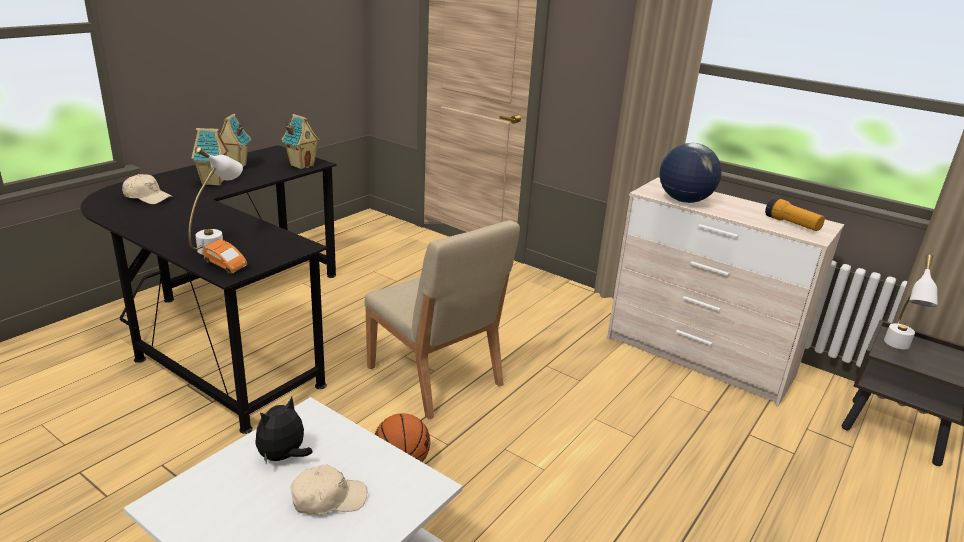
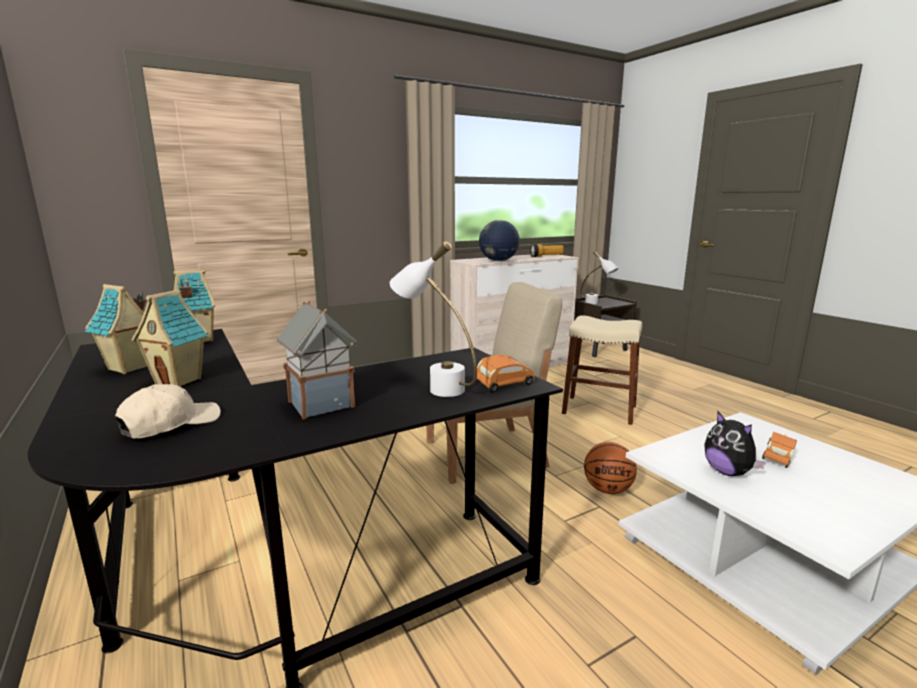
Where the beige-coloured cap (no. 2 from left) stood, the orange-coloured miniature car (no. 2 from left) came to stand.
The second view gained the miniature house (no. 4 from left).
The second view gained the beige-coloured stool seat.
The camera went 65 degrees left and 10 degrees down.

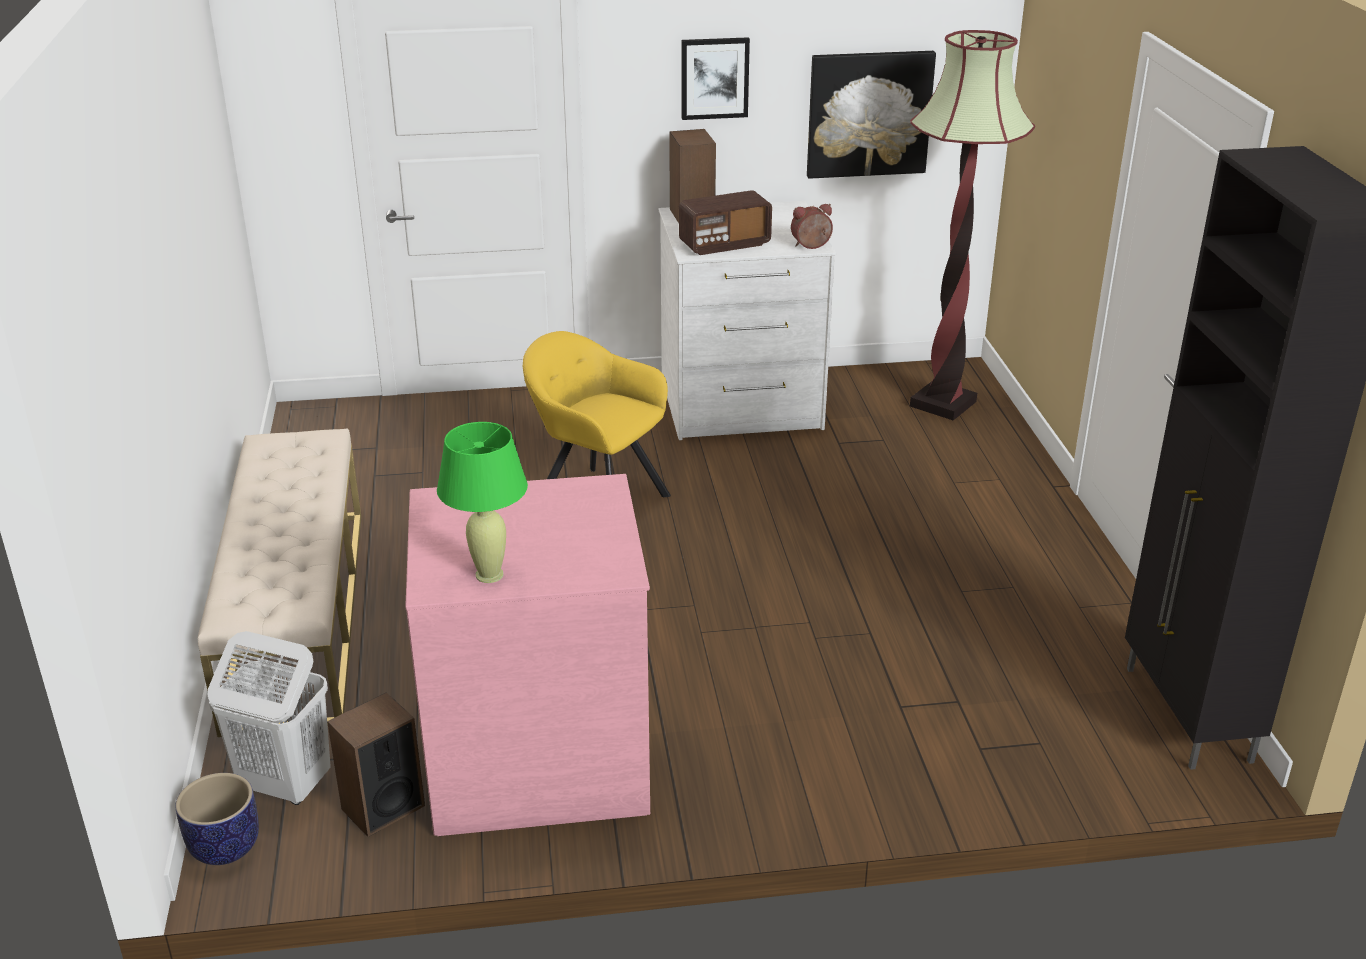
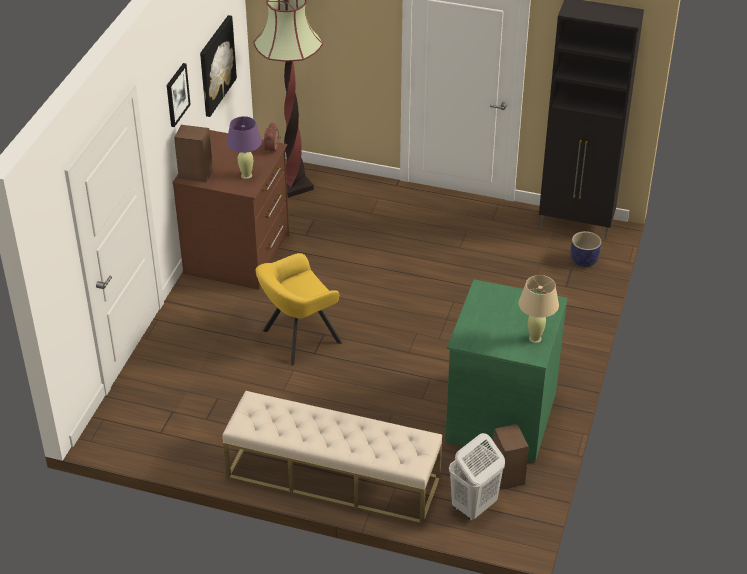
Where the radio set stood, the purple tabletop lamp came to stand.
What was the white-coloured chest of drawers turned into the brown chest of drawers.
What was the green-coloured tabletop lamp turned into the beige-coloured tabletop lamp.
What was the pink-coloured chest of drawers turned into the green-coloured chest of drawers.
The plant pot ended up elsewhere.
The camera went 65 degrees left and 10 degrees up.

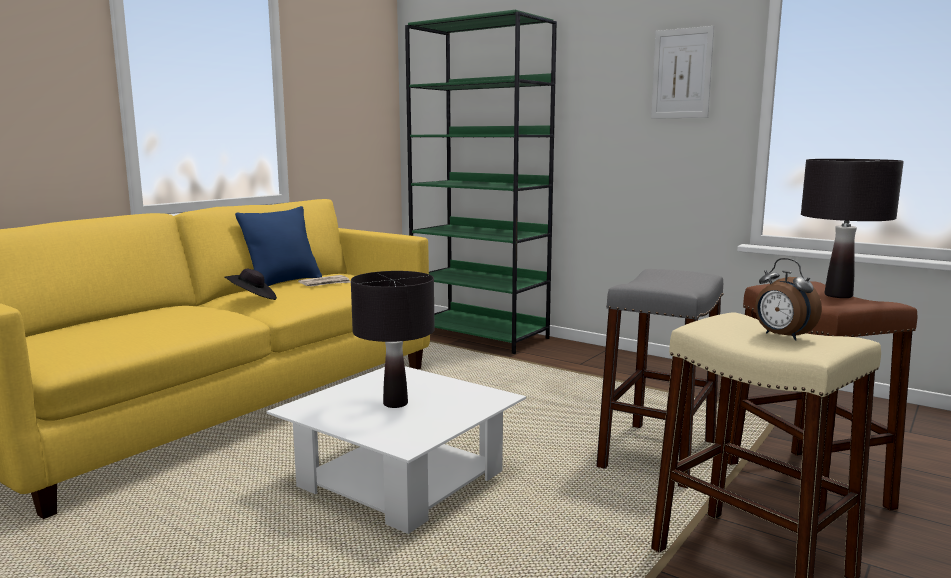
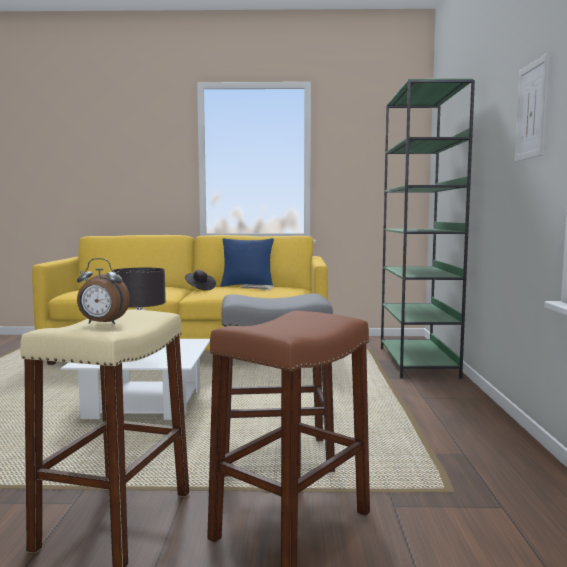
The second view lost the blackish tabletop lamp (no. 2 from left).
The bedside clock ended up facing another way, 105 degrees counterclockwise from before.
The camera went 55 degrees right and 5 degrees down.

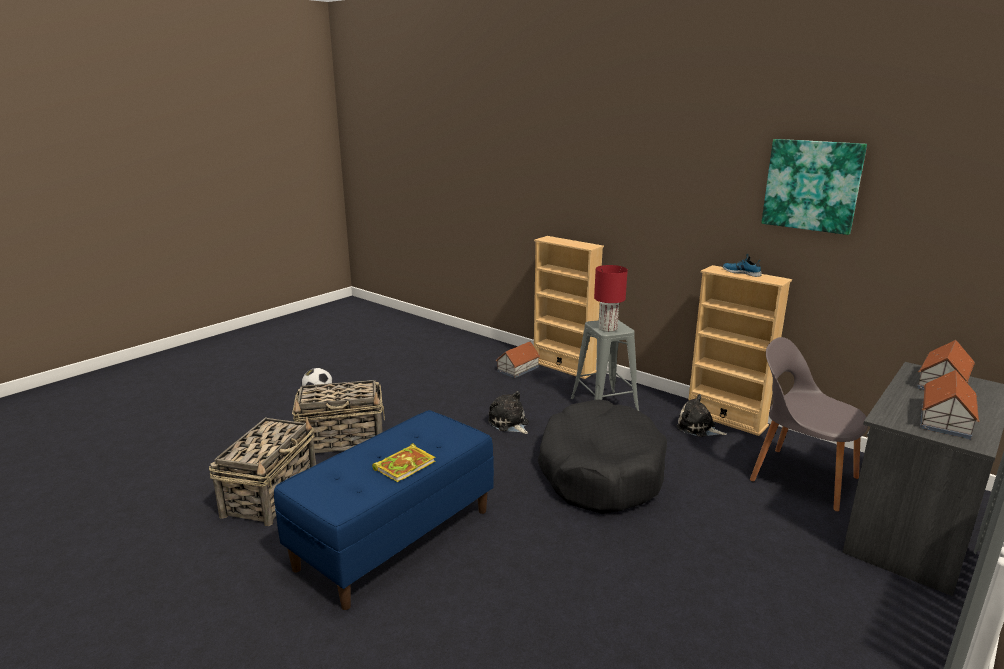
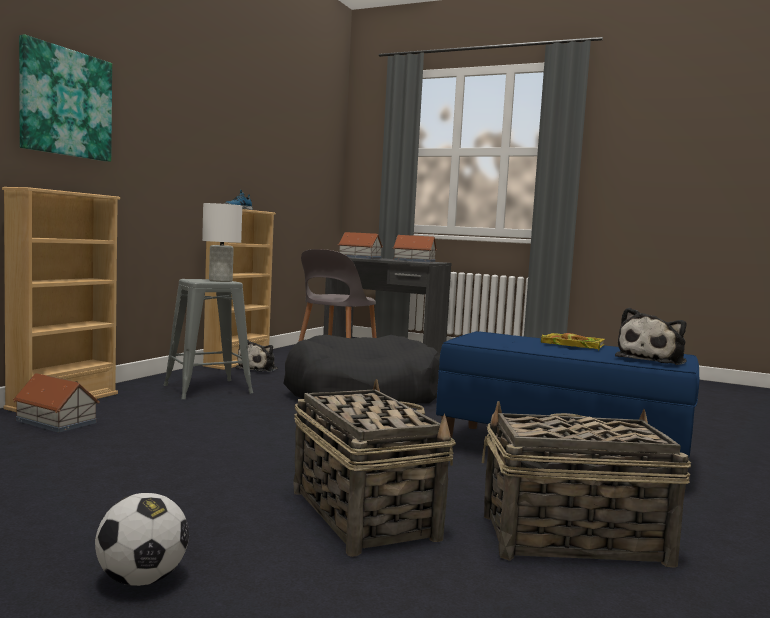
The picture ended up elsewhere.
What was the reddish tabletop lamp turned into the white-coloured tabletop lamp.
The plush toy (no. 1 from left in the first image) ended up elsewhere.
The camera went 105 degrees left and 15 degrees down.

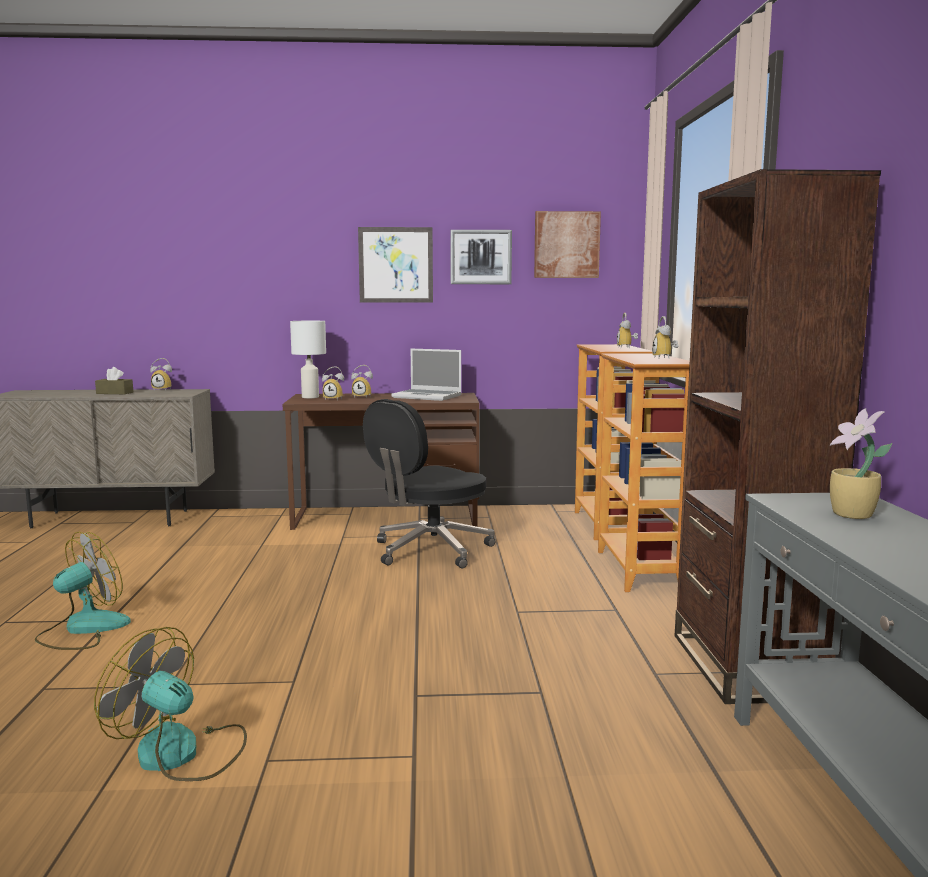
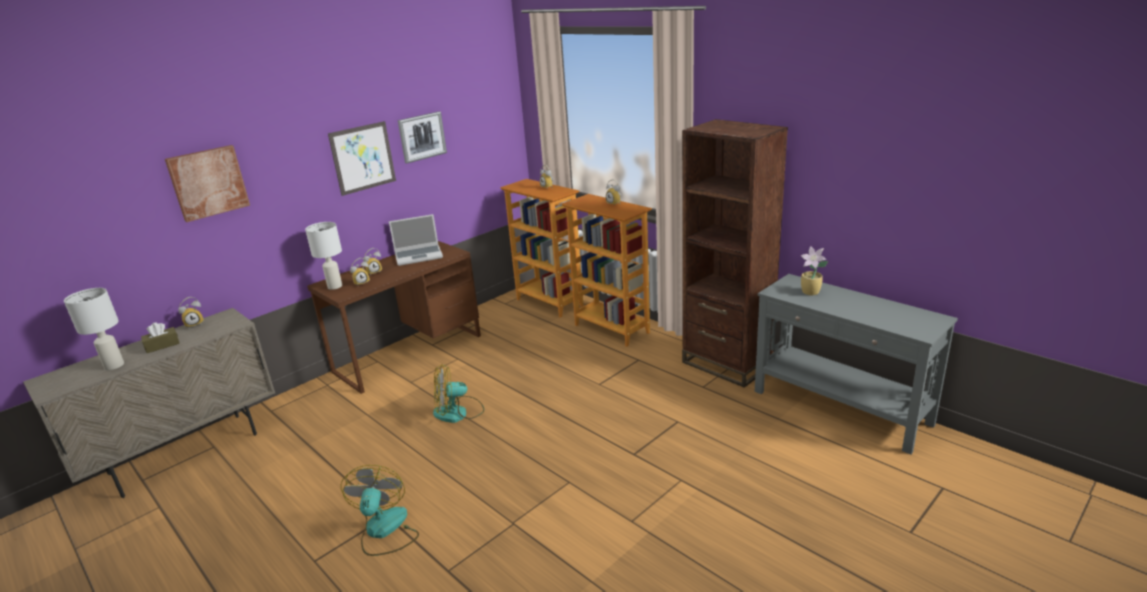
The picture (no. 3 from left in the first image) ended up elsewhere.
The second view lost the blackish desk chair.
The cooling fan (no. 2 from left) ended up elsewhere.
The second view gained the white-coloured tabletop lamp (no. 1 from left).
The camera went 40 degrees left and 15 degrees up.

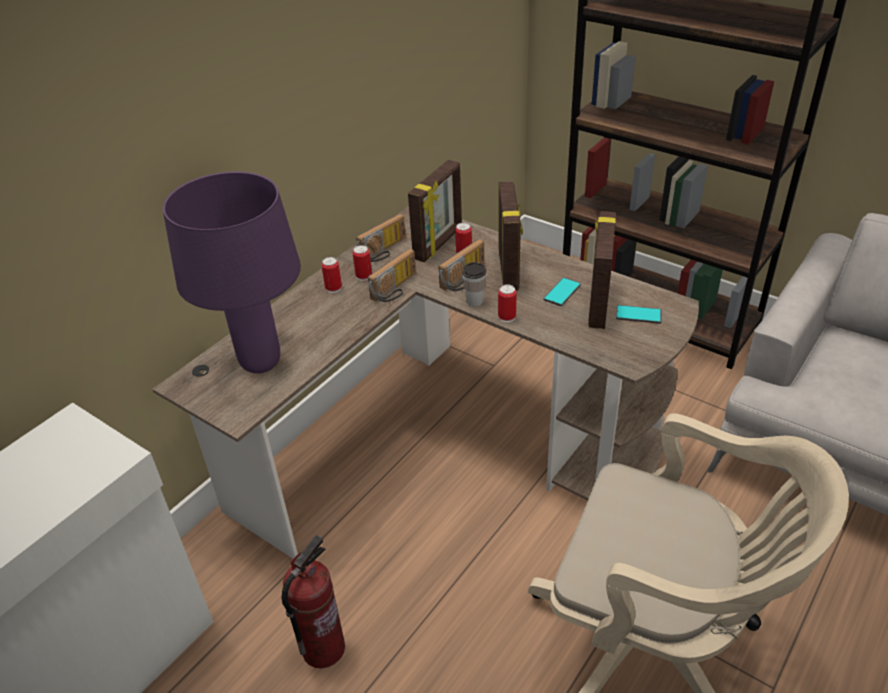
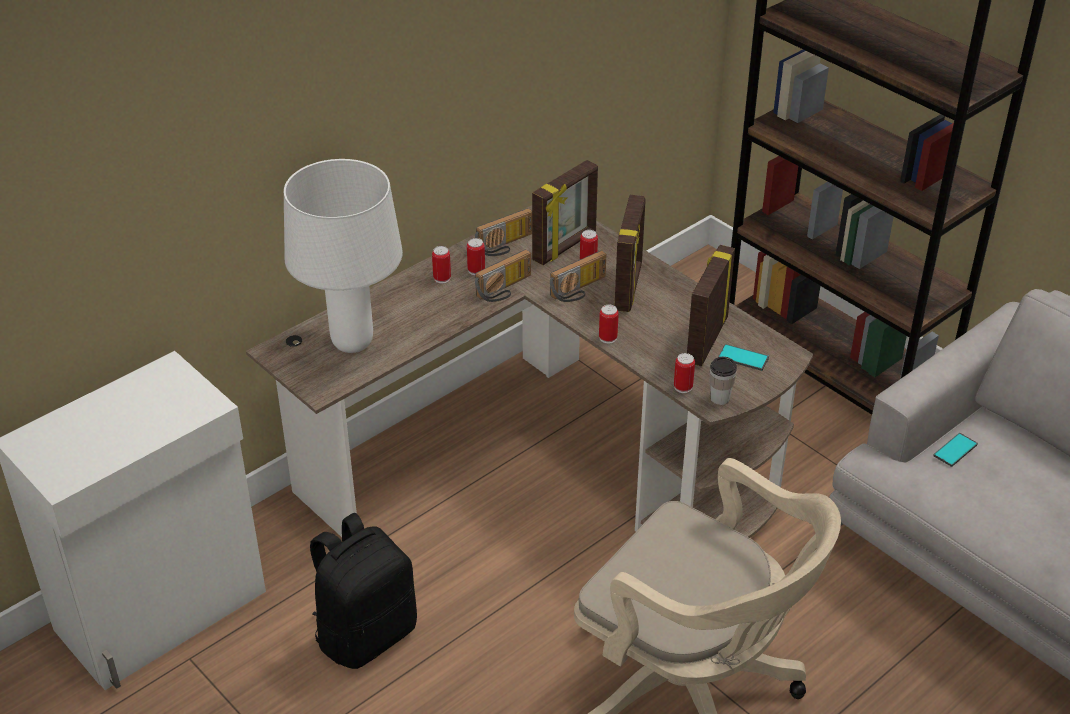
What was the purple tabletop lamp turned into the white-coloured tabletop lamp.
The drinking cup ended up elsewhere.
The telephone (no. 1 from left in the first image) ended up elsewhere.
Where the fire-fighting cylinder stood, the blackish backpack came to stand.
The second view gained the metal can (no. 5 from left).
The camera went 10 degrees right and 0 degrees up.

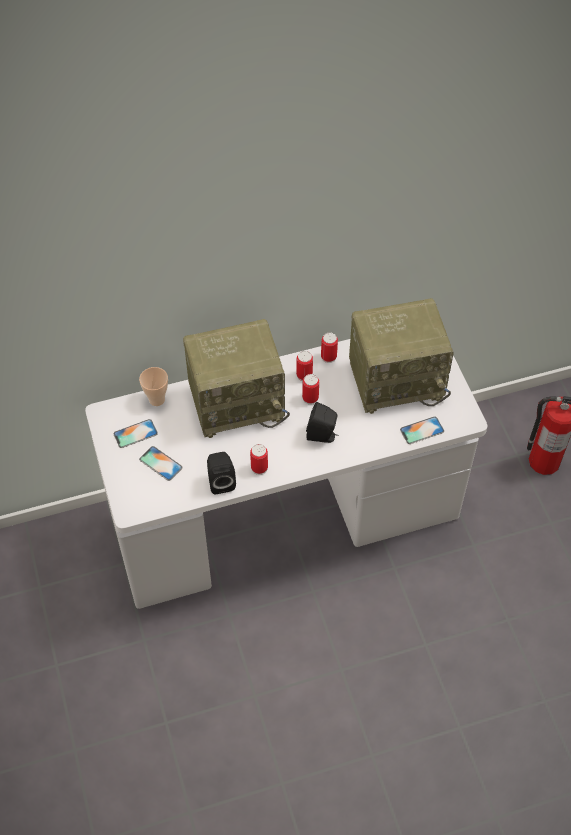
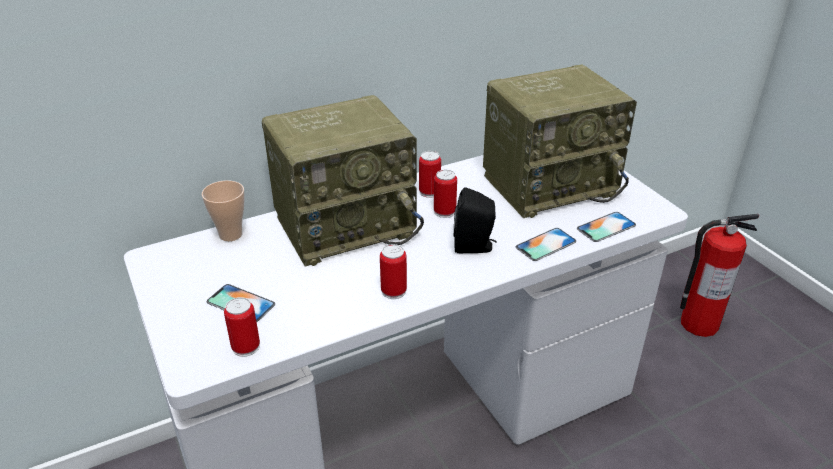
The metal can (no. 4 from left in the first image) ended up elsewhere.
The telephone (no. 1 from left in the first image) ended up elsewhere.
The second view lost the blackish audio speaker (no. 1 from left).
The camera went 10 degrees left and 20 degrees down.

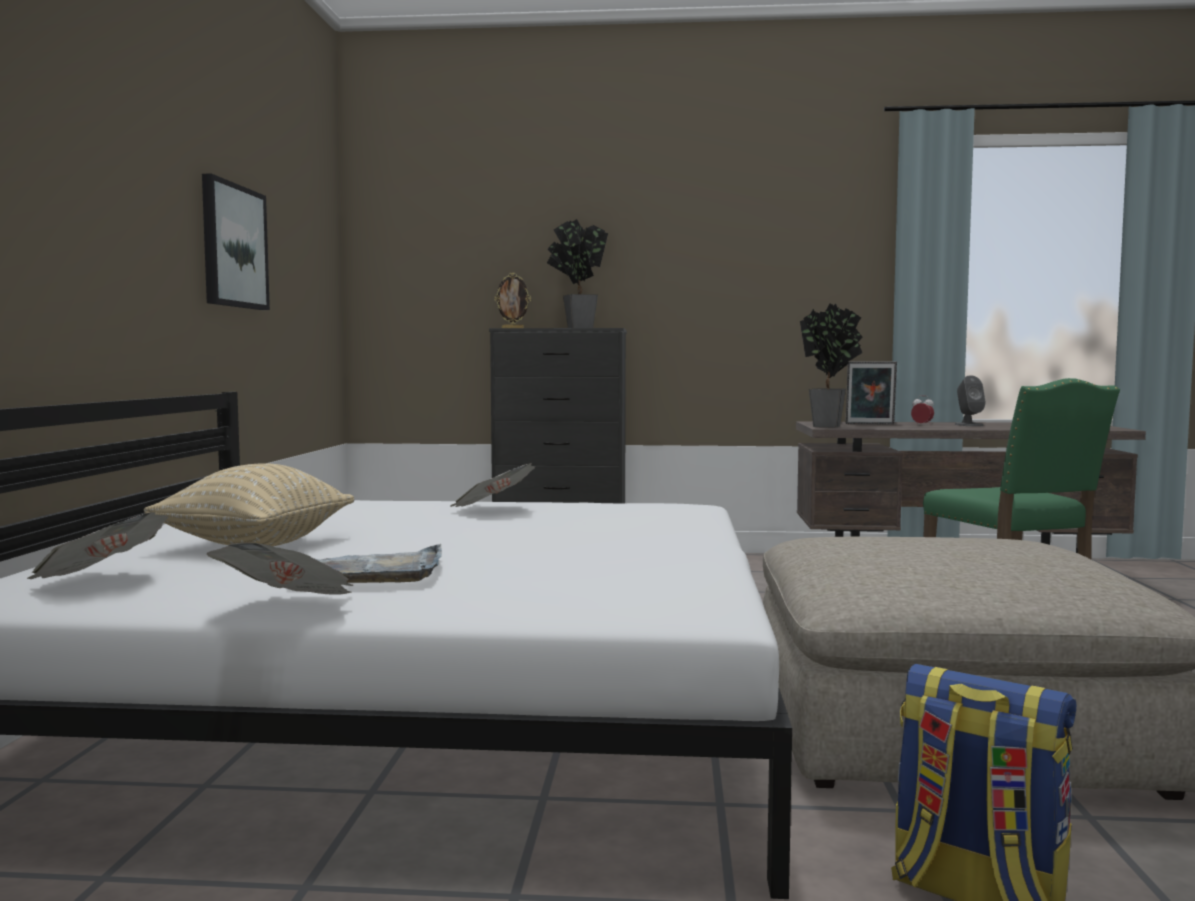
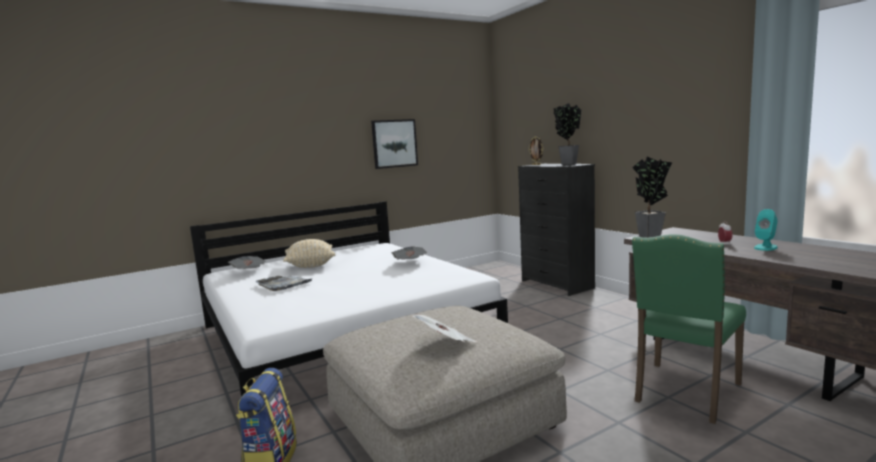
The second view lost the photo frame (no. 2 from left).
What was the greyish audio speaker turned into the turquoise audio speaker.
The newspaper (no. 2 from left in the first image) ended up elsewhere.
The camera went 55 degrees right and 5 degrees up.

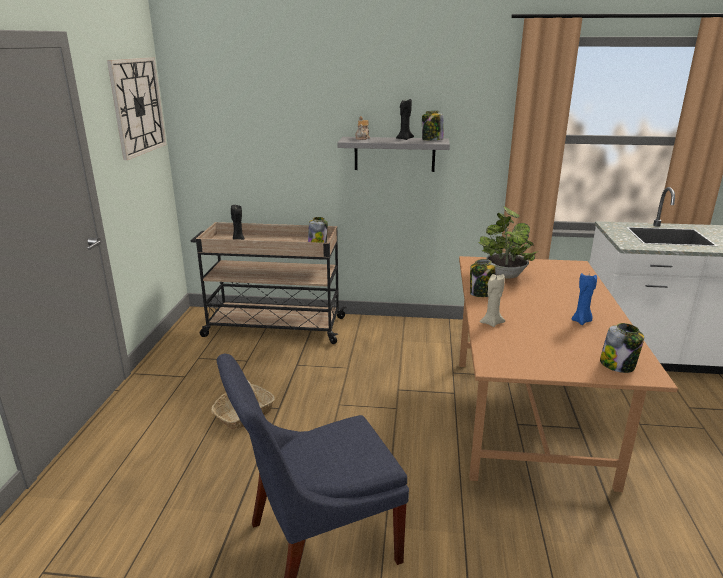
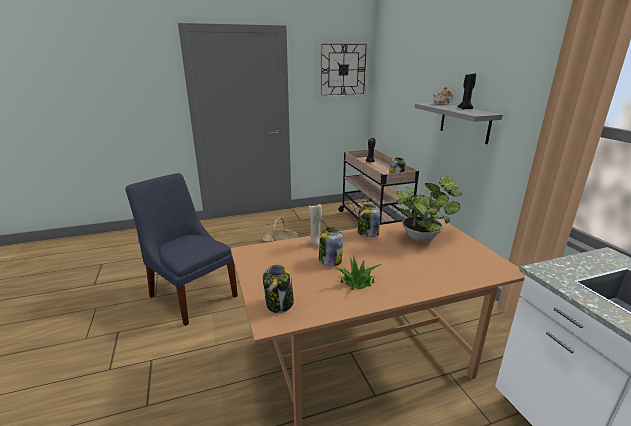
The preserve jar (no. 2 from left) ended up elsewhere.
Where the blue-coloured wax candle stood, the houseplant (no. 1 from left) came to stand.
The camera went 65 degrees right and 0 degrees up.

